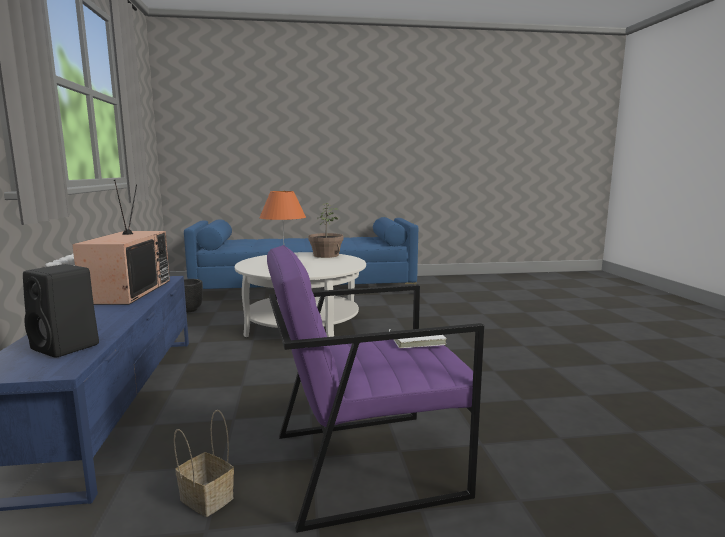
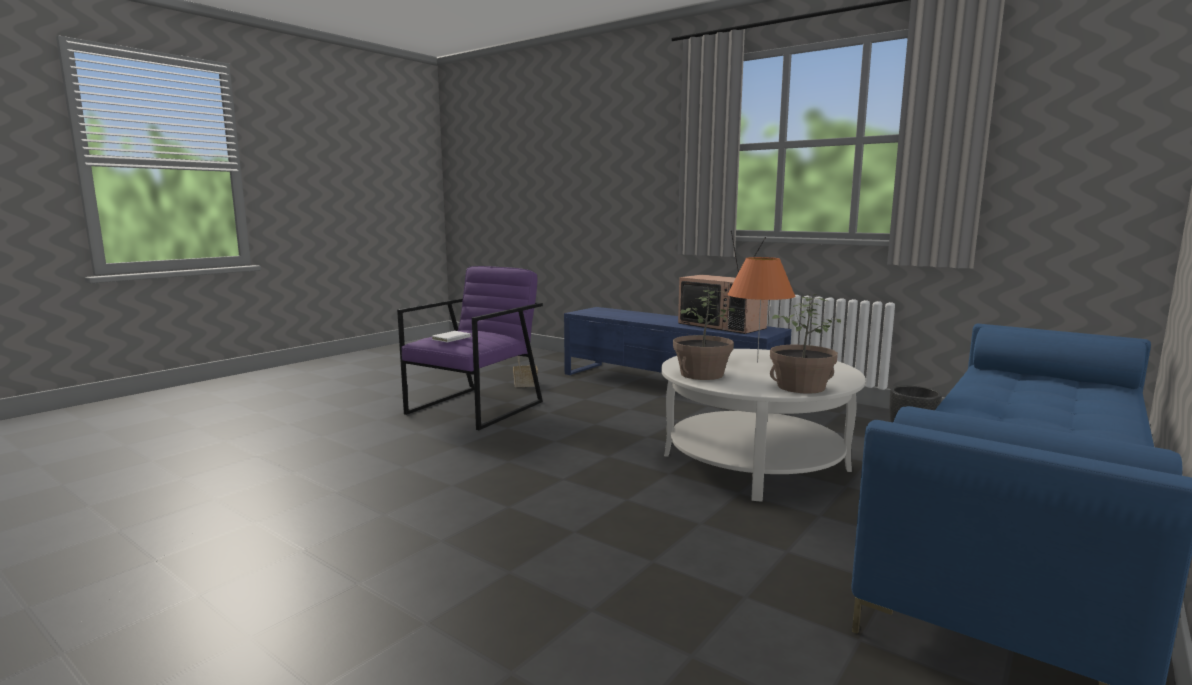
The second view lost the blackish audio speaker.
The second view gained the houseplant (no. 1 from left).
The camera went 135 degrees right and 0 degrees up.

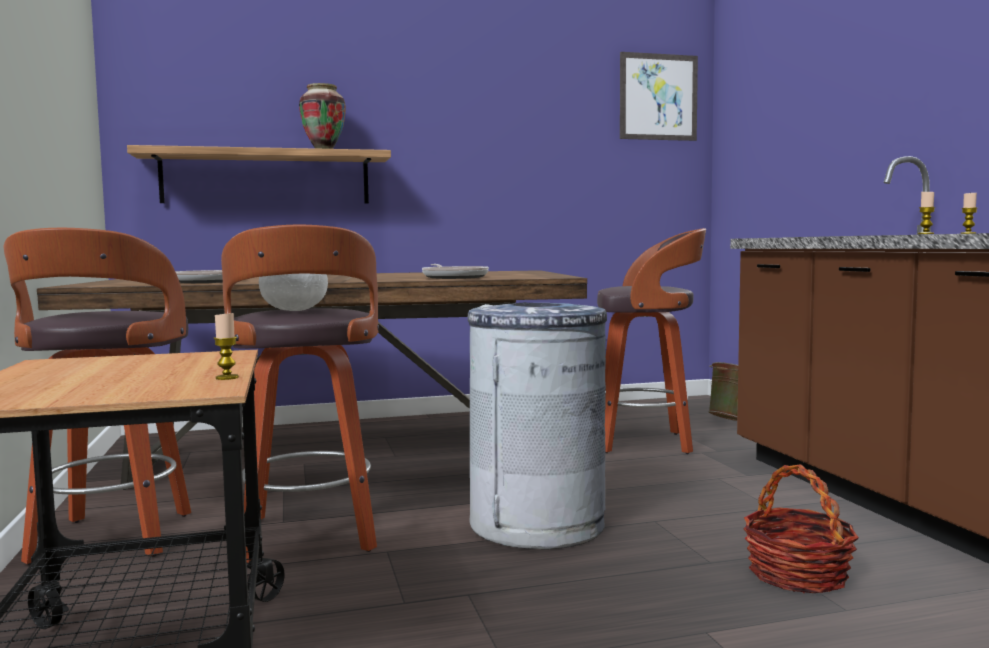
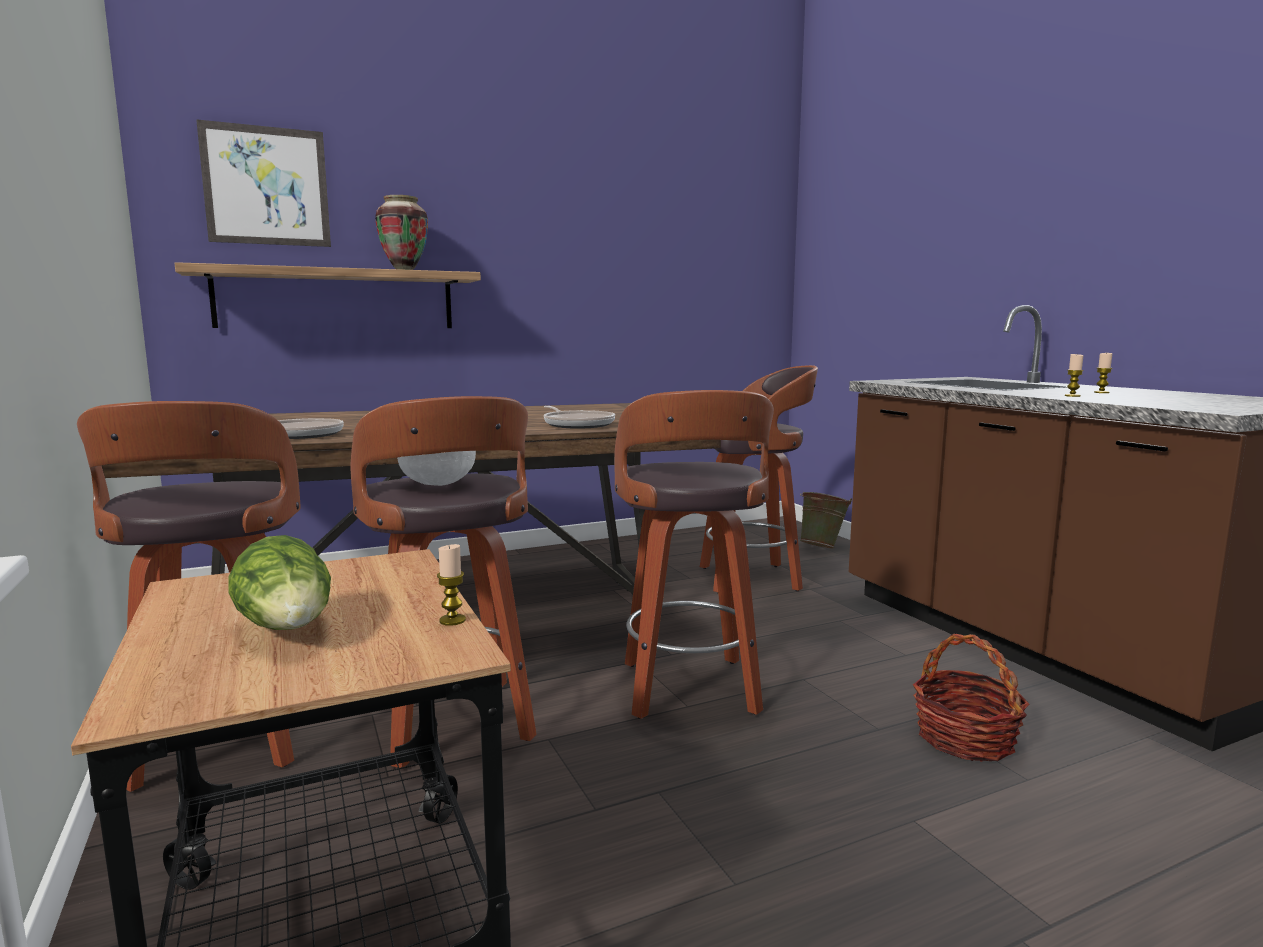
The picture ended up elsewhere.
Where the greyish waste bin stood, the stool seat (no. 3 from left) came to stand.
The second view gained the lettuce head.
The camera went 10 degrees left and 5 degrees up.

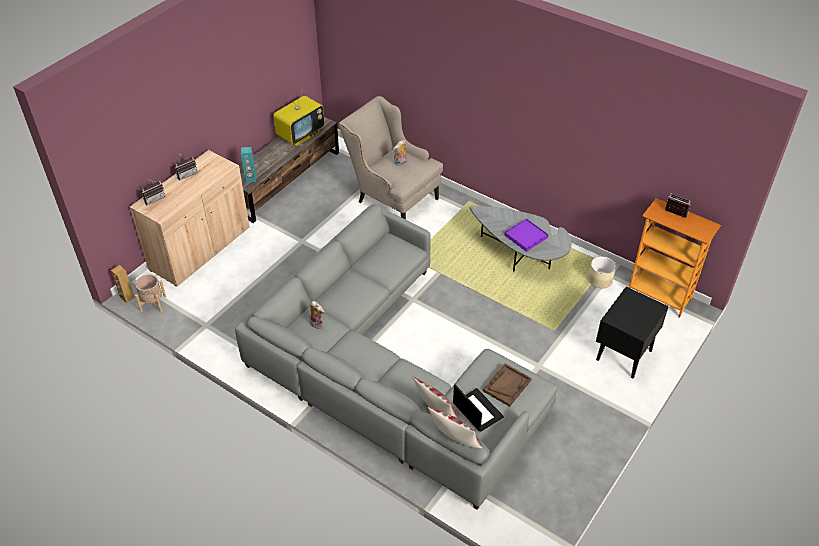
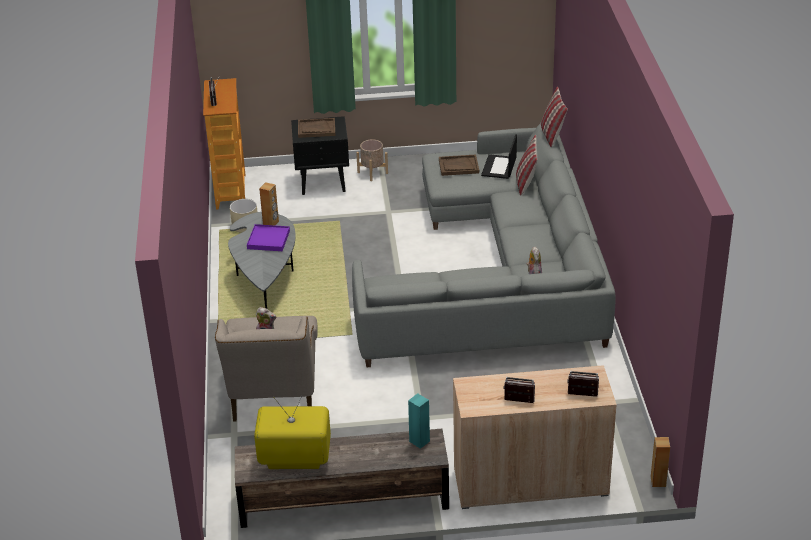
The beige-coloured plant pot (no. 1 from left in the first image) ended up elsewhere.
The second view gained the brown carrying tray (no. 1 from left).
The second view gained the brown audio speaker (no. 1 from left).
The camera went 130 degrees left and 10 degrees down.

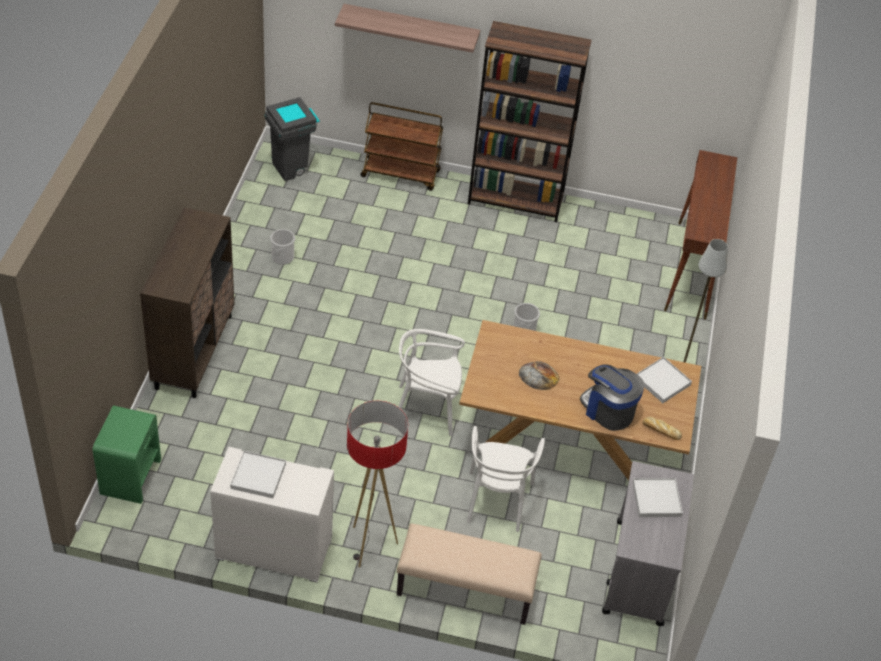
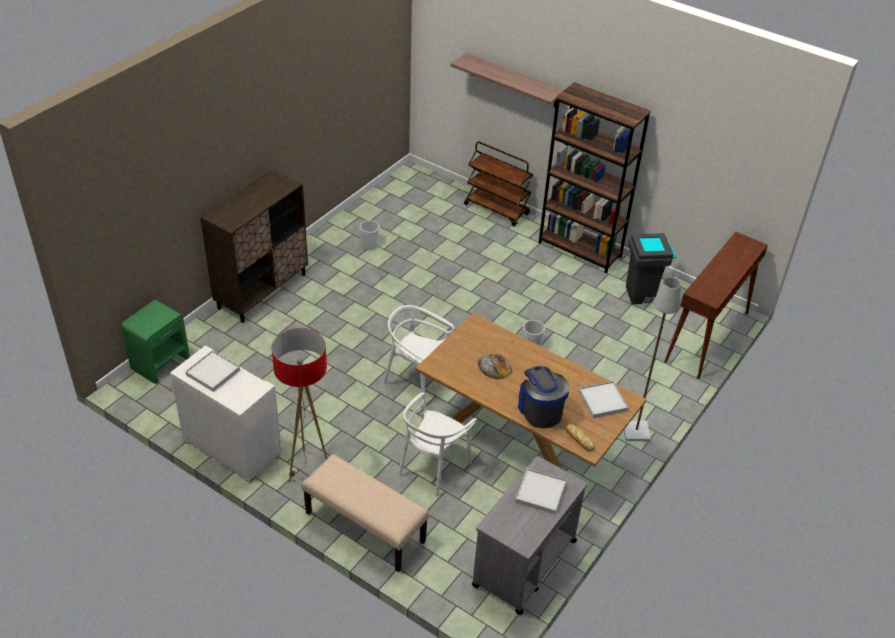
The greyish waste bin ended up elsewhere.
The camera went 25 degrees right and 5 degrees down.

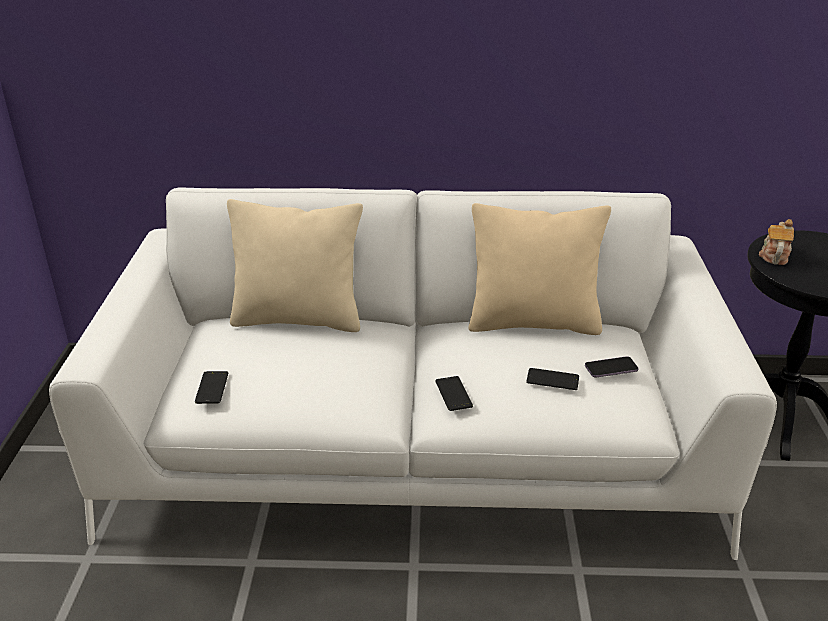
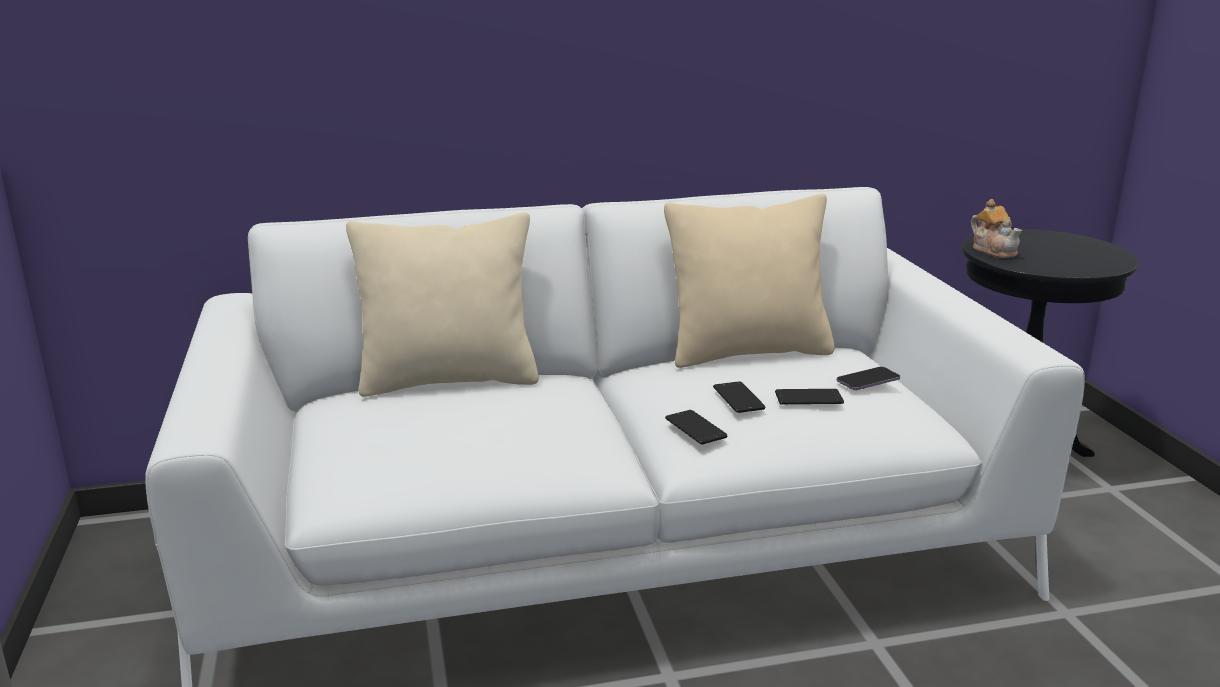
The pot for tea ended up facing another way, 150 degrees clockwise from before.
The telephone (no. 1 from left in the first image) ended up elsewhere.
The camera went 15 degrees left and 10 degrees down.

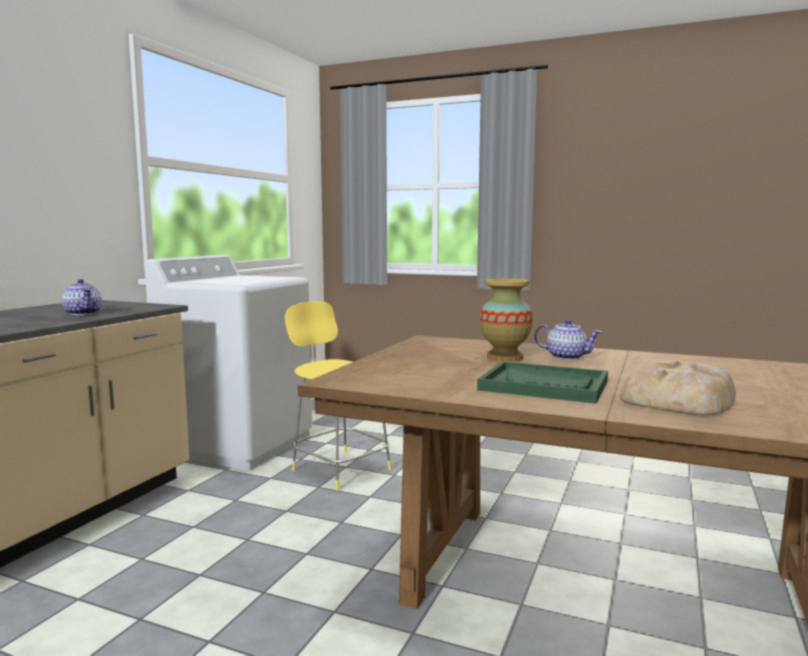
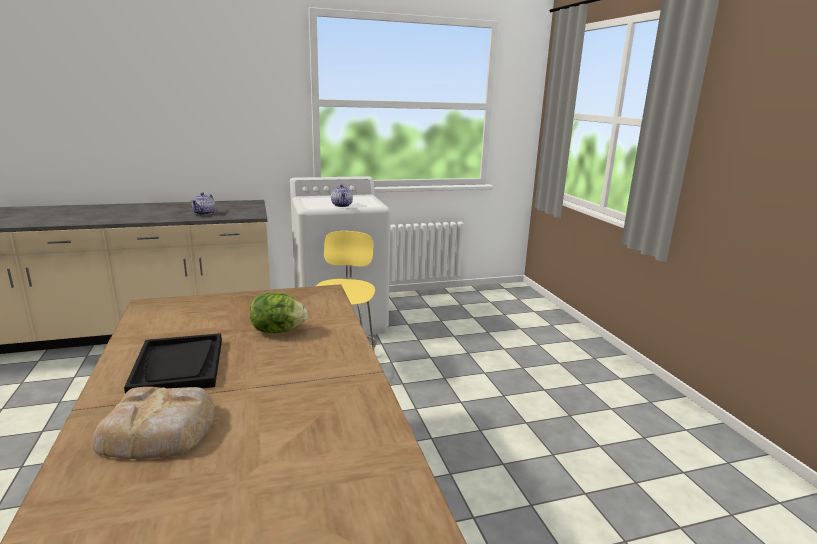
Where the vase stood, the lettuce head came to stand.
The pot for tea (no. 2 from left) ended up elsewhere.
What was the green-coloured carrying tray turned into the blackish carrying tray.
The camera went 50 degrees right and 10 degrees up.

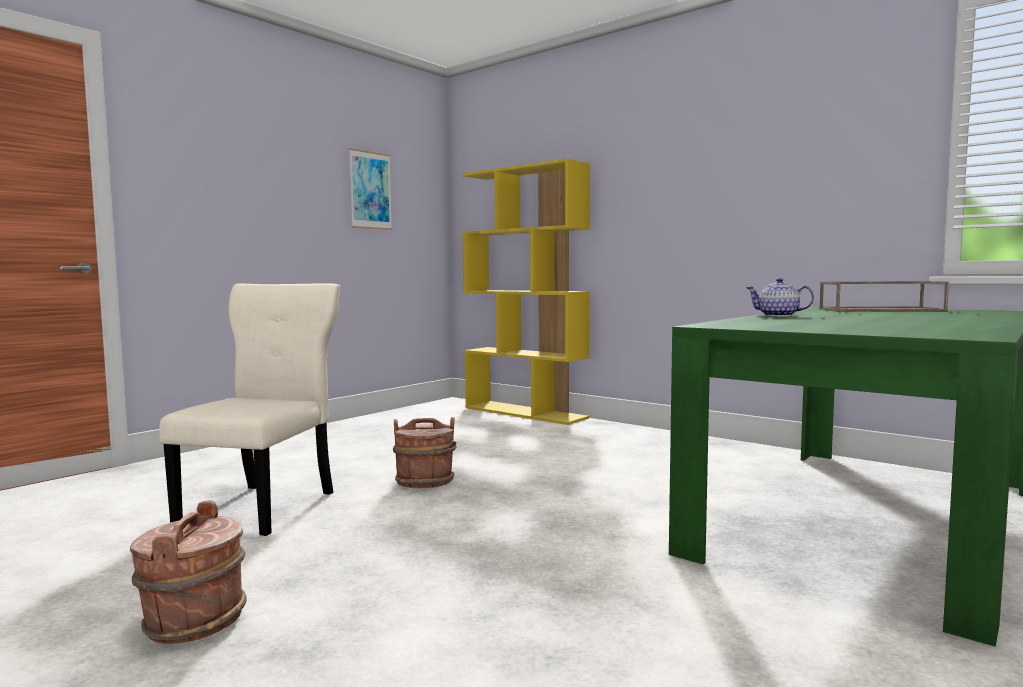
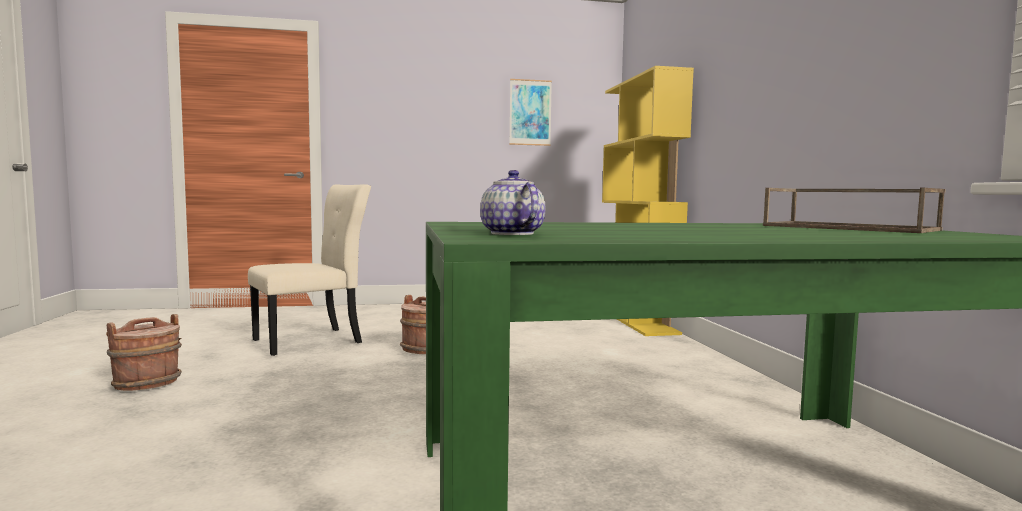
The pot for tea ended up elsewhere.
The camera went 40 degrees right and 0 degrees up.

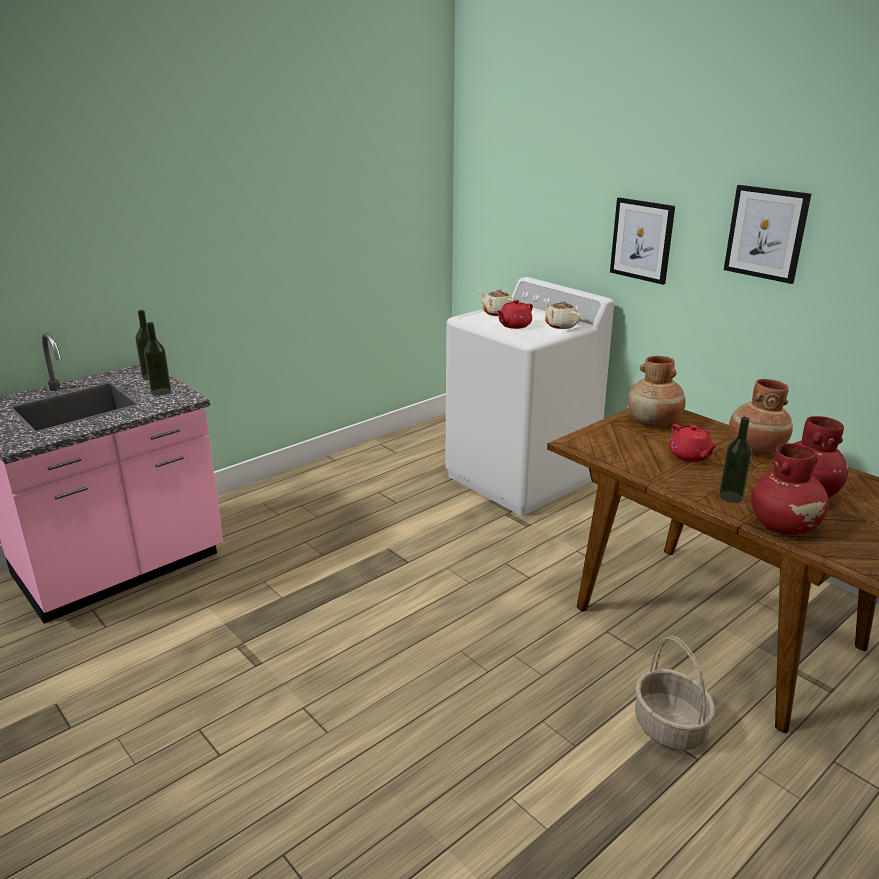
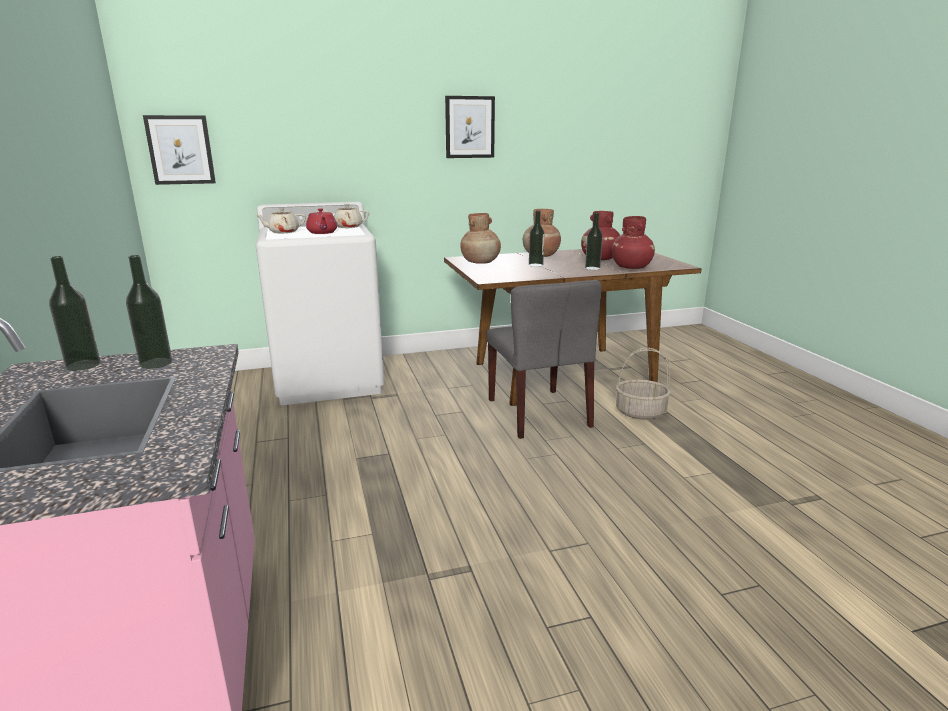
The picture (no. 1 from left) ended up elsewhere.
Where the reddish pot for tea (no. 2 from left) stood, the beverage bottle (no. 3 from left) came to stand.
The second view gained the greyish plain chair.
The camera went 65 degrees left and 5 degrees down.

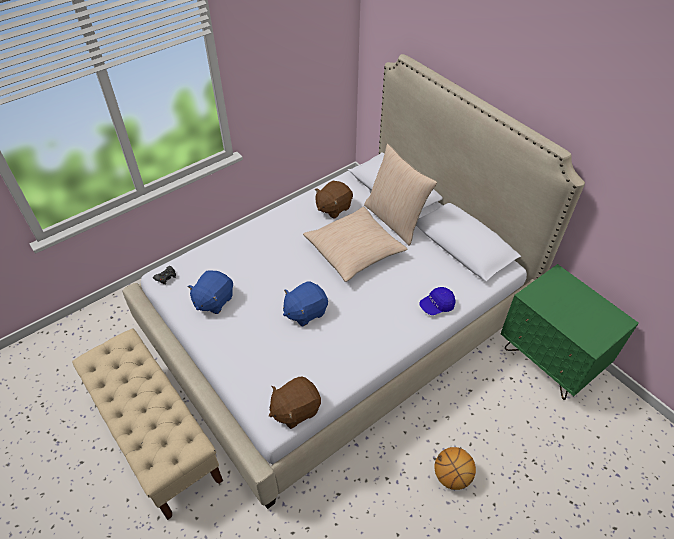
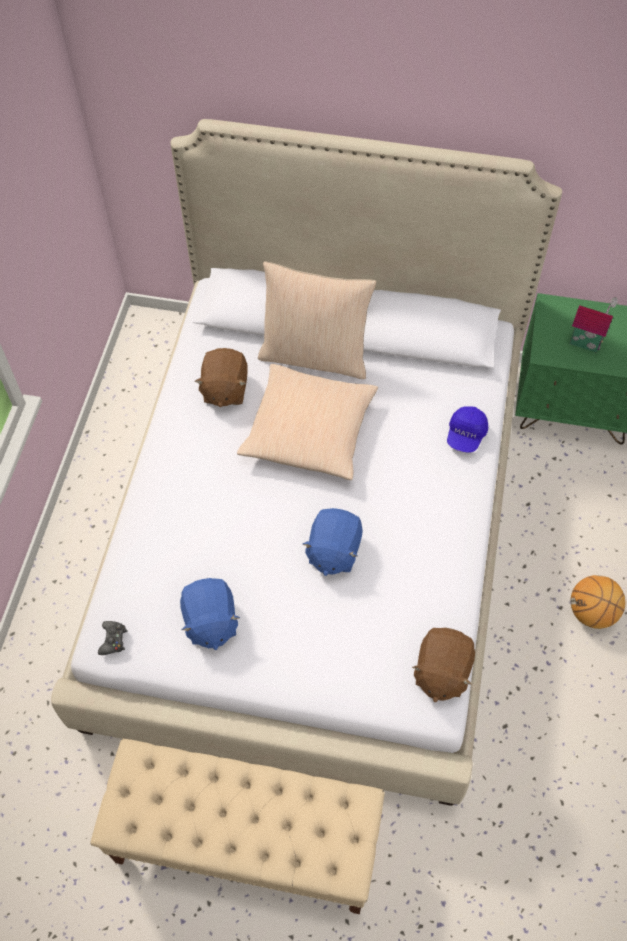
The second view gained the miniature house.
The camera went 40 degrees left and 10 degrees up.

